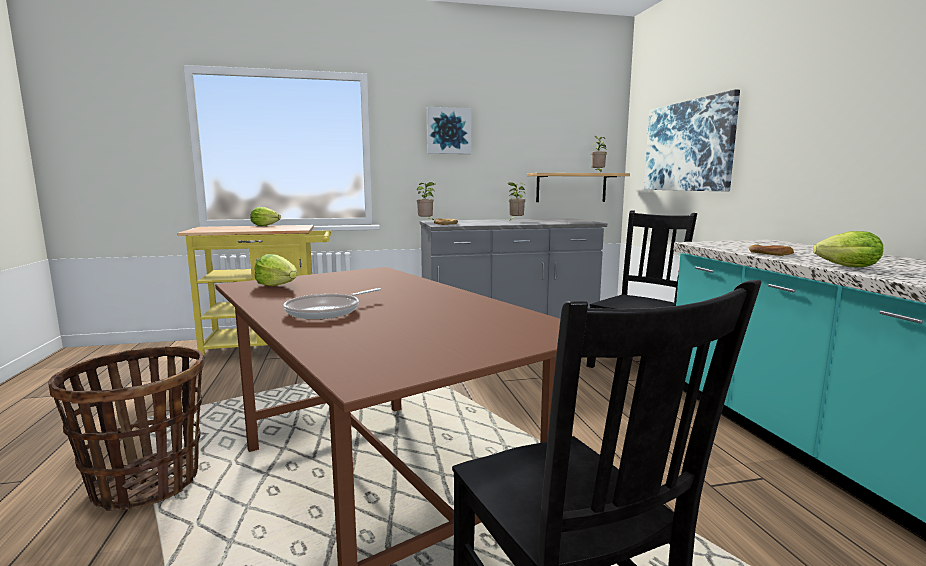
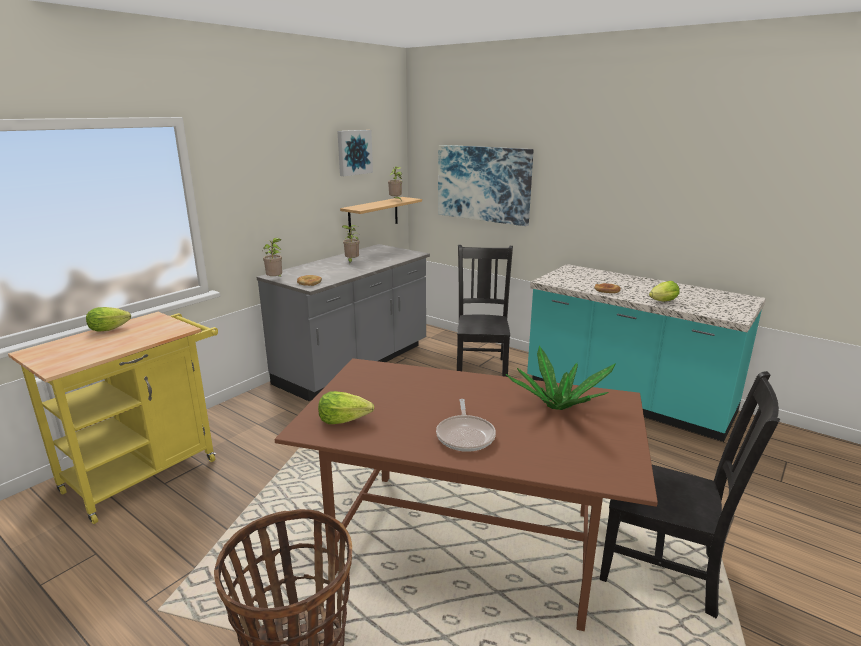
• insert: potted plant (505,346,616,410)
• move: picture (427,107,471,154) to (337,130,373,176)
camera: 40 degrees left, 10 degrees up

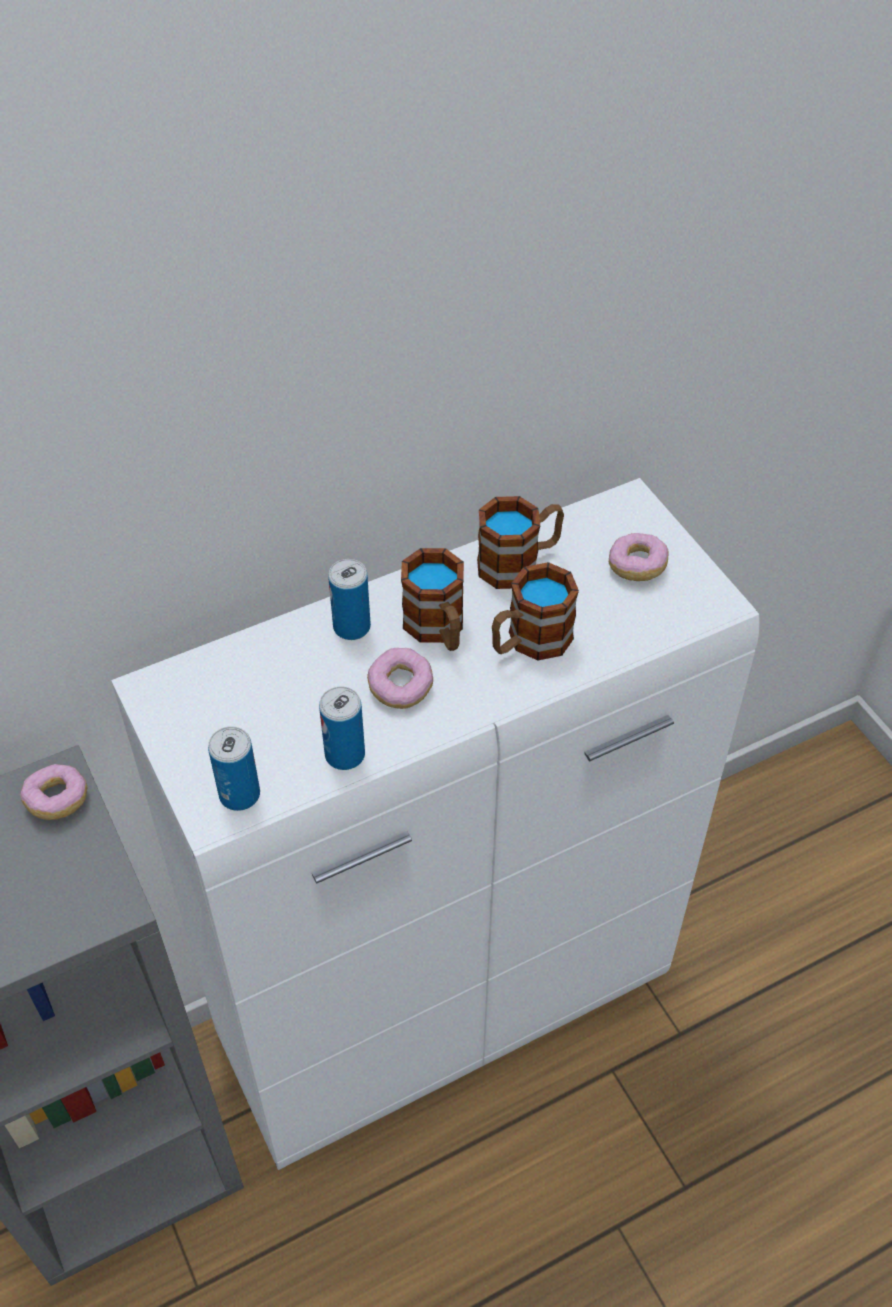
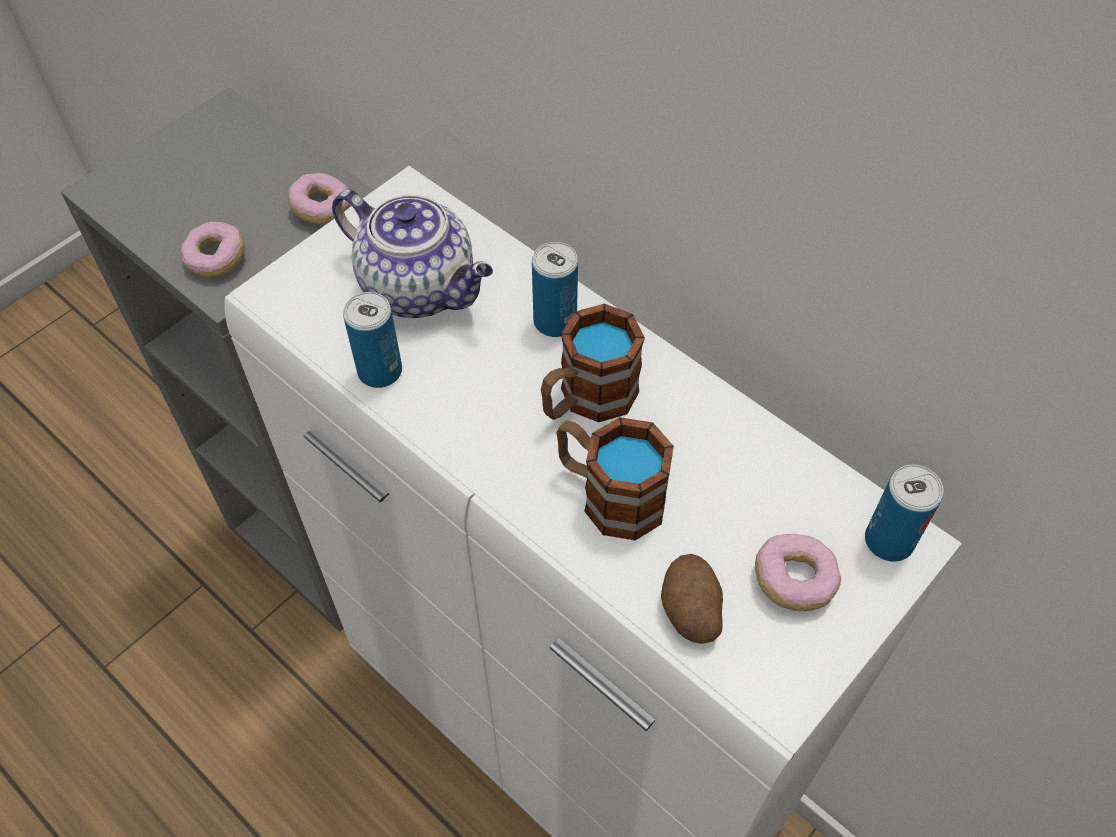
• delete: mug (477,496,564,589)
• insert: teapot (332,189,493,318)
• insert: potato (661,554,723,644)
• move: can (208,726,260,811) to (865,465,943,562)
• move: donut (367,648,433,709) to (181,222,245,277)
camera: 70 degrees right, 5 degrees up

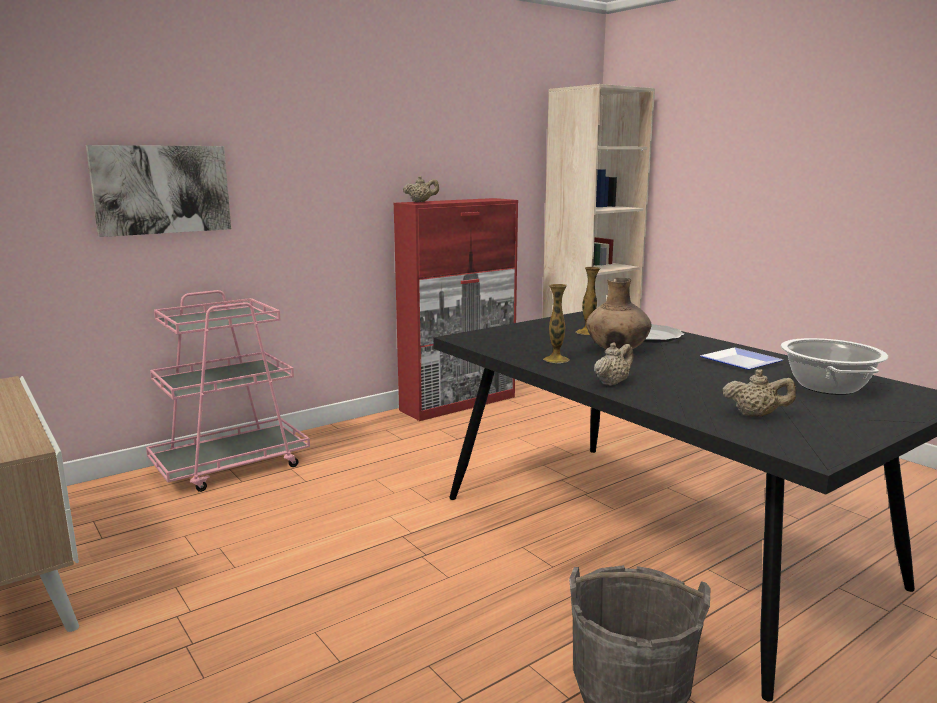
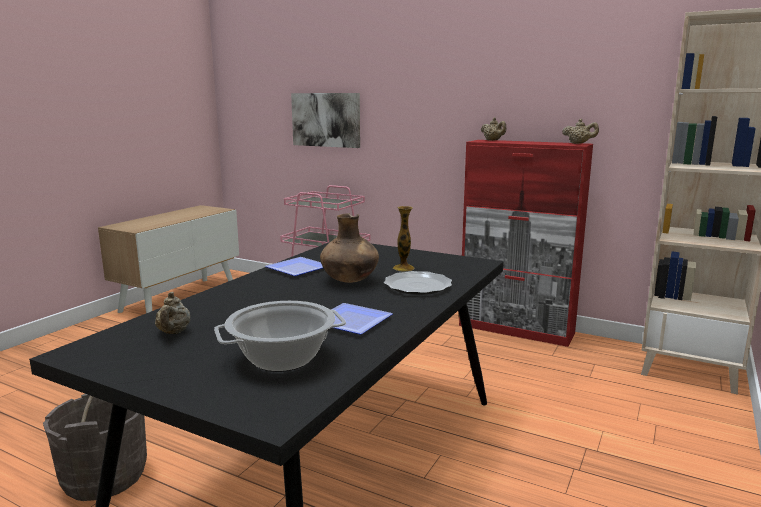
• move: beige teapot (594,342,634,386) to (562,119,599,144)
• replace: vase (543,284,569,363) to plate (265,257,323,276)
camera: 65 degrees right, 0 degrees up

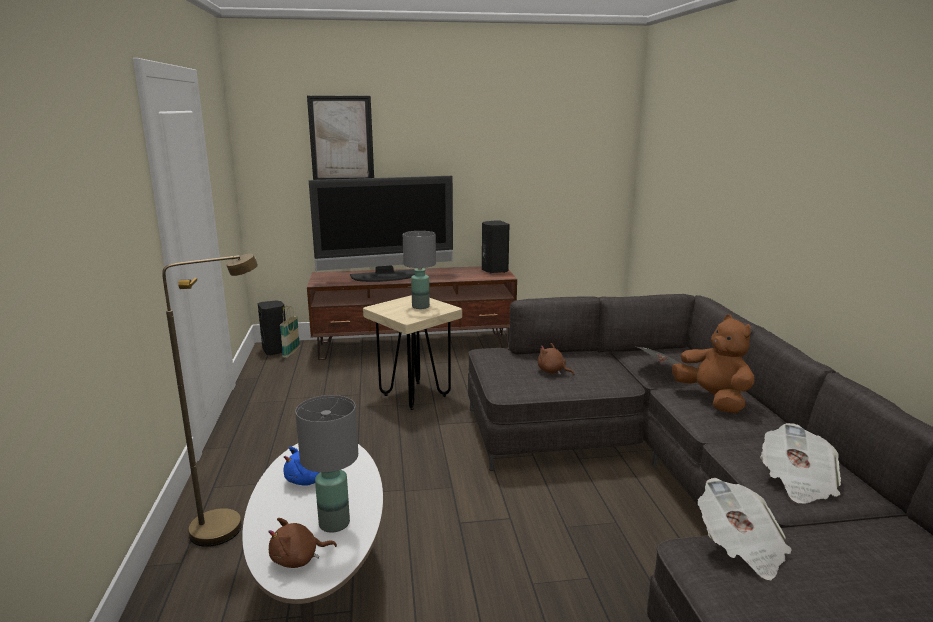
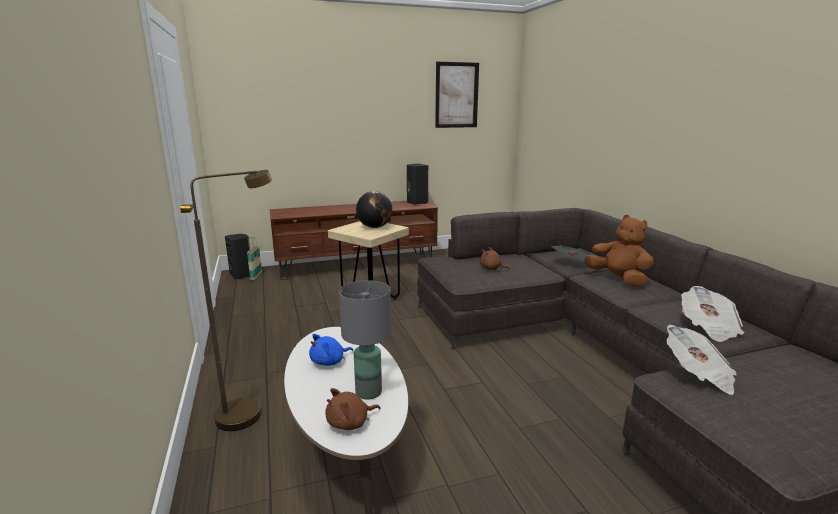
• delete: television (309,176,453,282)
• move: picture (307,96,374,180) to (435,62,479,128)
• replace: grey table lamp (403,231,436,309) to globe (356,191,392,228)
camera: 10 degrees left, 0 degrees up

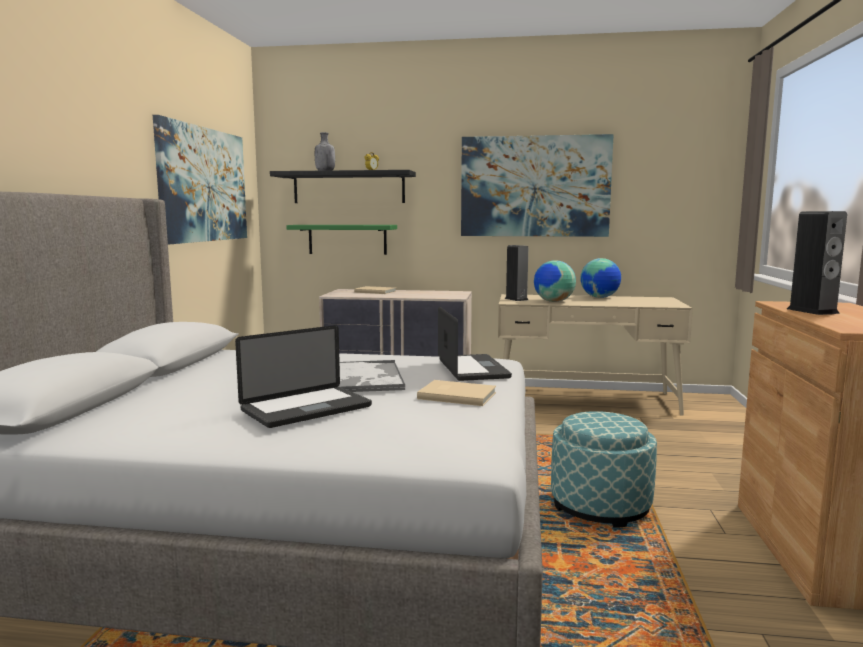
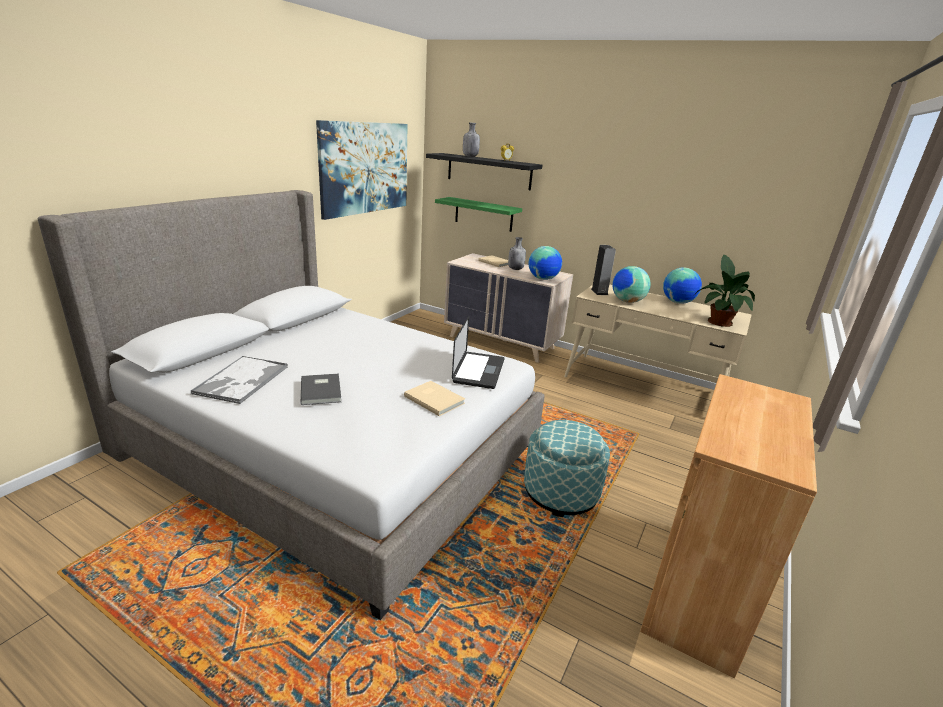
• delete: picture (461,134,614,237)
• delete: speaker (787,211,847,315)
• insert: grey bottle (508,237,526,270)
• insert: globe (528,246,562,280)
• insert: potted plant (693,255,755,327)
• move: tray (338,360,406,392) to (190,356,288,404)
• replace: laptop (235,325,372,428) to grey book (301,374,341,405)
camera: 20 degrees right, 15 degrees up

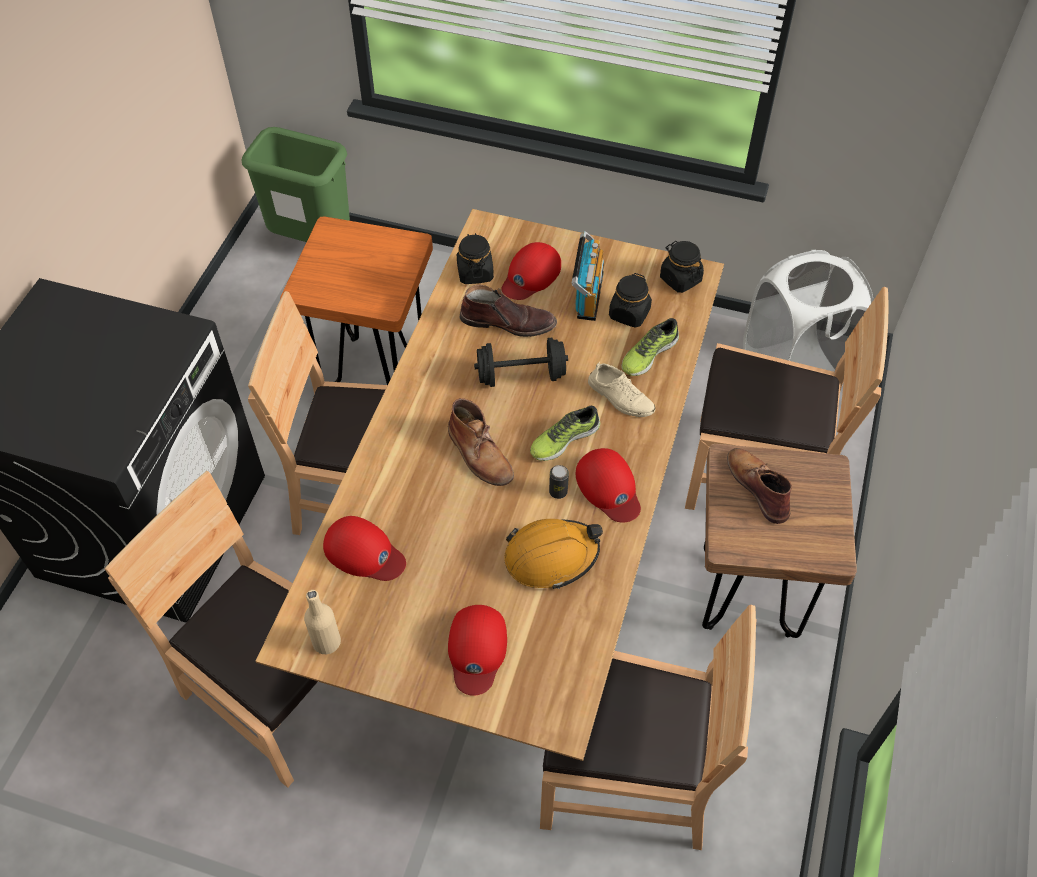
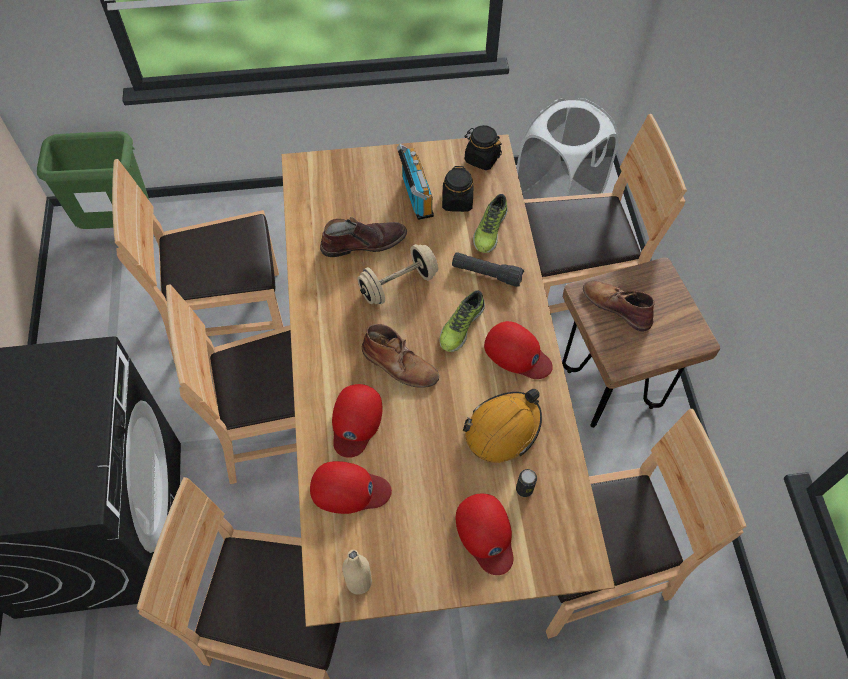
• delete: black jar (457,233,494,284)
• move: red cap (501,242,561,300) to (332,384,383,458)
• move: can (549,465,569,499) to (516,469,537,497)
• replace: orange stool (280,216,433,385) to brown chair (112,159,284,363)
• replace: beige shoe (588,362,655,417) to black flashlight (452,252,524,287)
• recolor: black dumbbell (474,338,568,387) to beige dumbbell (357,244,438,304)
camera: 25 degrees left, 5 degrees up

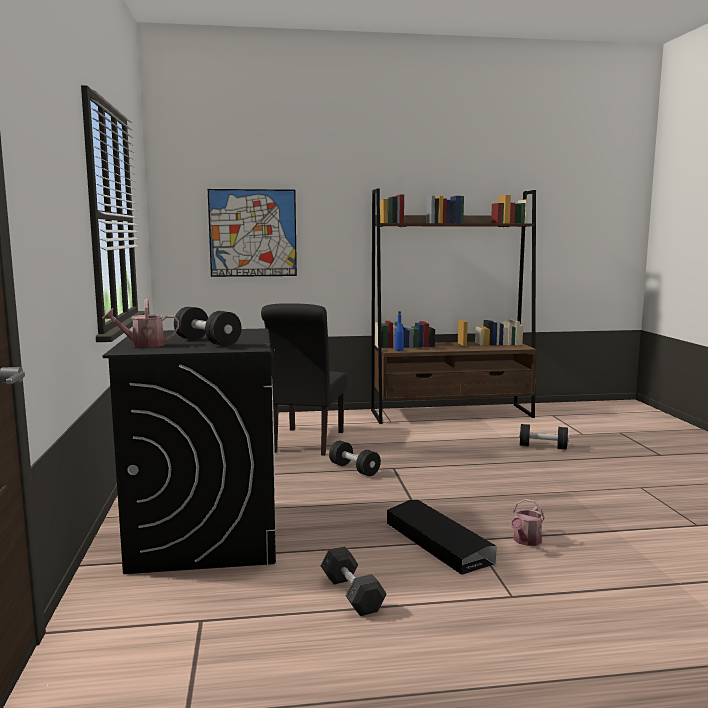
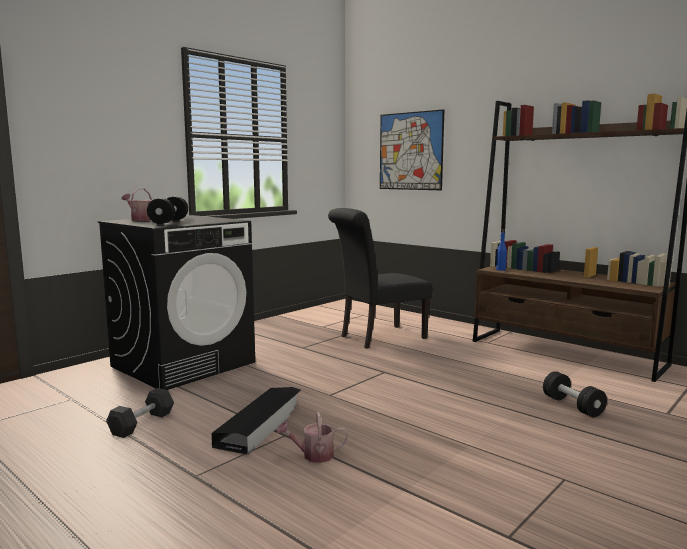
• delete: black dumbbell (329,441,381,476)
camera: 50 degrees right, 0 degrees up

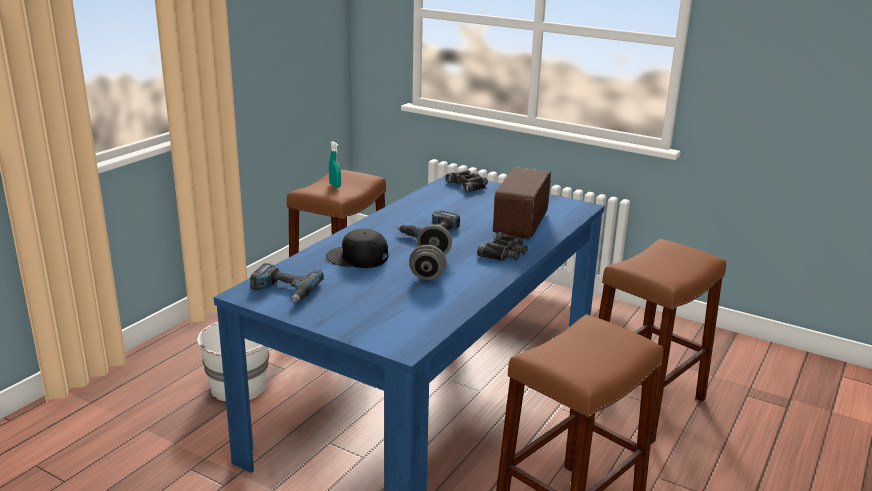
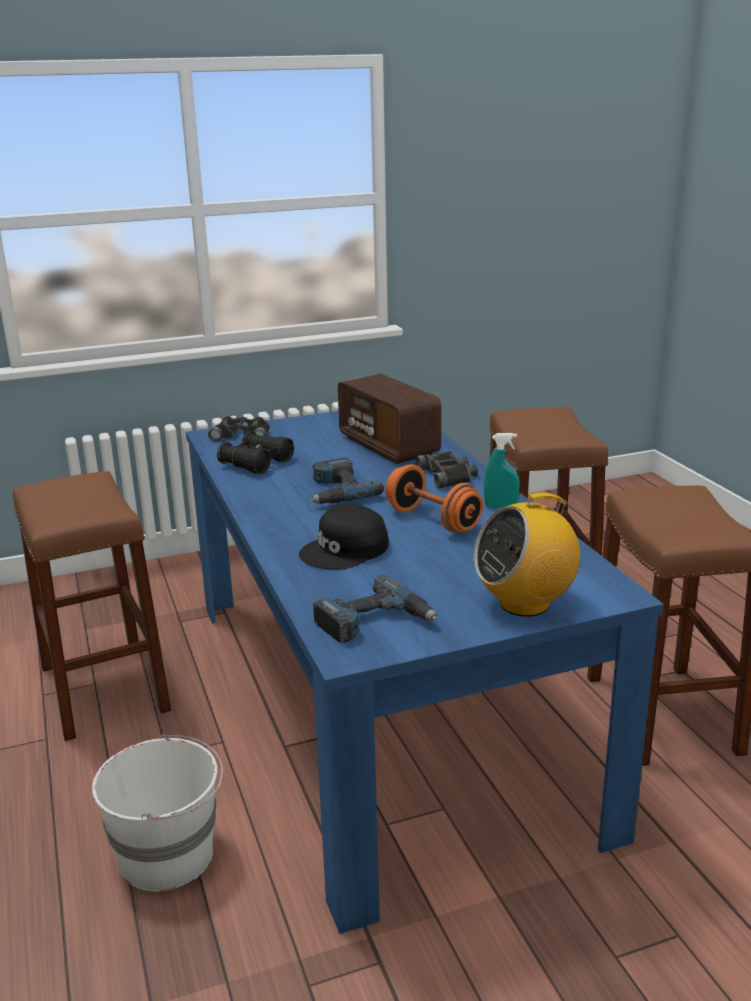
• insert: black binoculars (217,431,294,475)
• insert: radio (474,493,580,617)
• move: turquoise spray bottle (329,141,341,188) to (484,433,520,508)
• recolor: grey dumbbell (409,225,452,280) to orange dumbbell (385,464,483,533)
camera: 50 degrees left, 0 degrees up

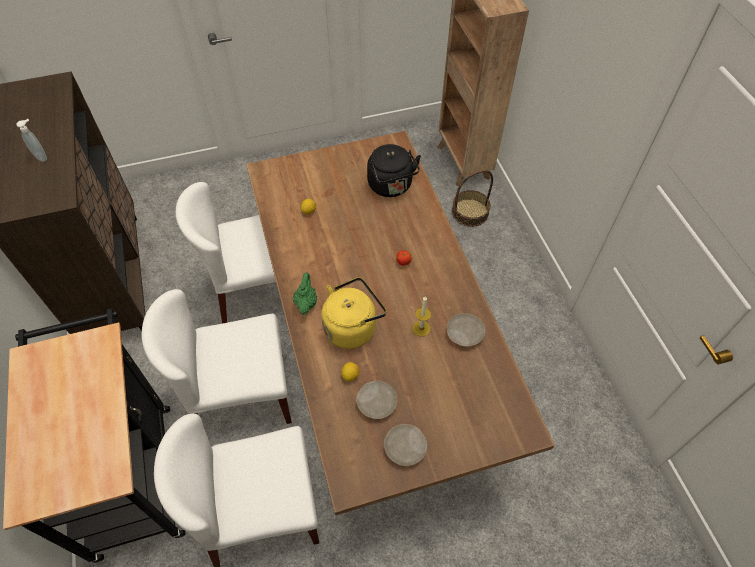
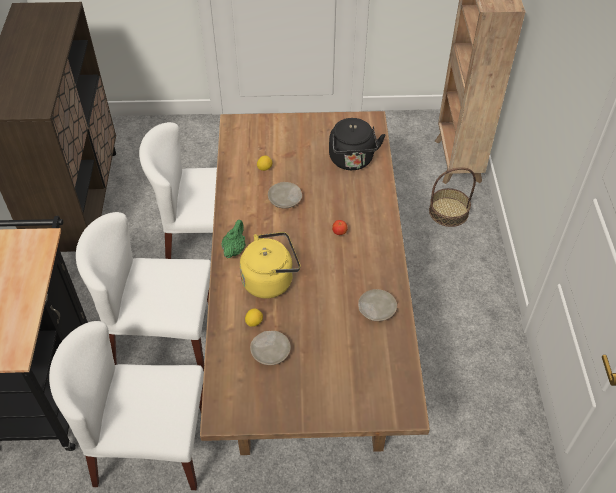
• delete: soap dispenser (16,119,47,162)
• delete: candle (413,296,431,337)
• move: beige plate (384,424,427,466) to (268,182,302,209)
camera: 15 degrees right, 5 degrees down

